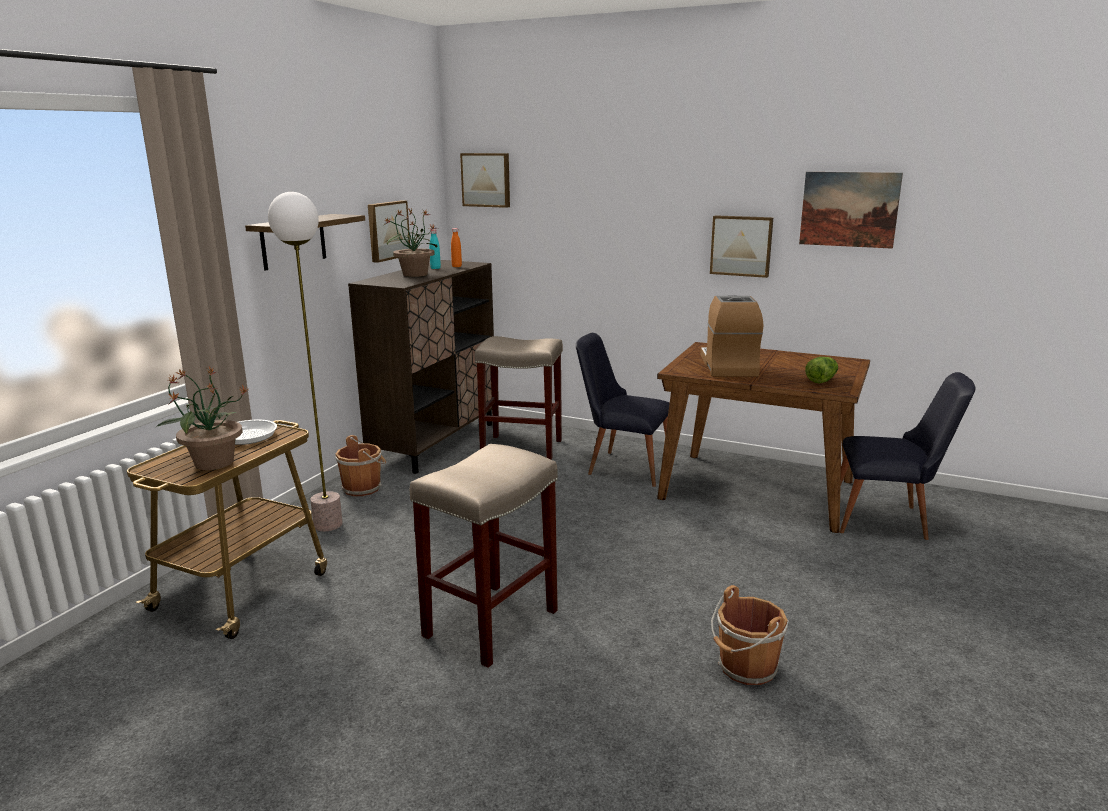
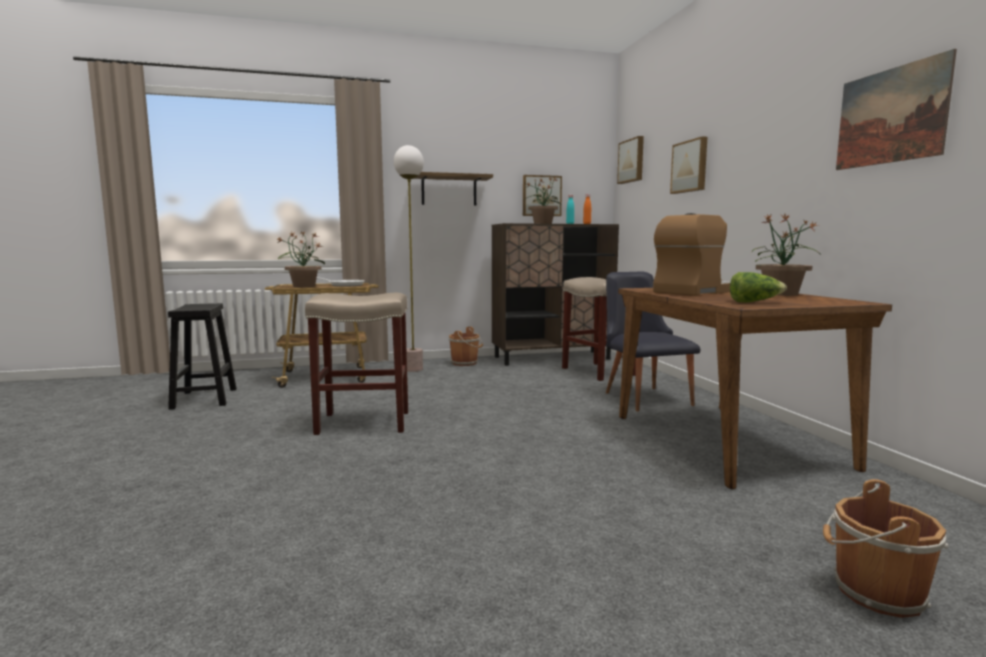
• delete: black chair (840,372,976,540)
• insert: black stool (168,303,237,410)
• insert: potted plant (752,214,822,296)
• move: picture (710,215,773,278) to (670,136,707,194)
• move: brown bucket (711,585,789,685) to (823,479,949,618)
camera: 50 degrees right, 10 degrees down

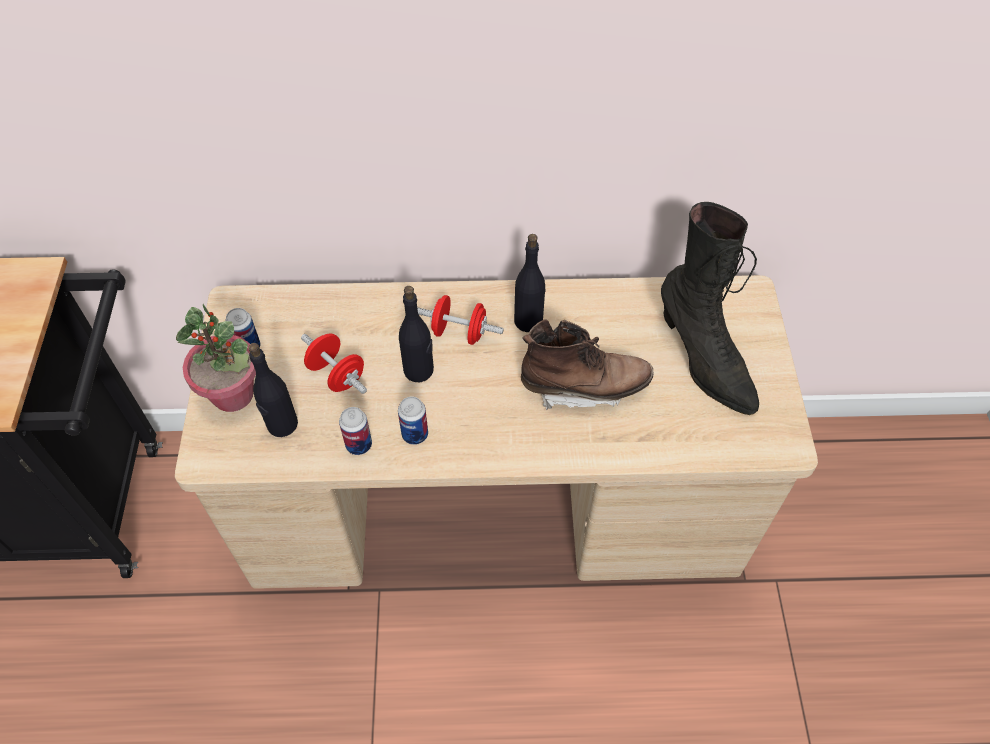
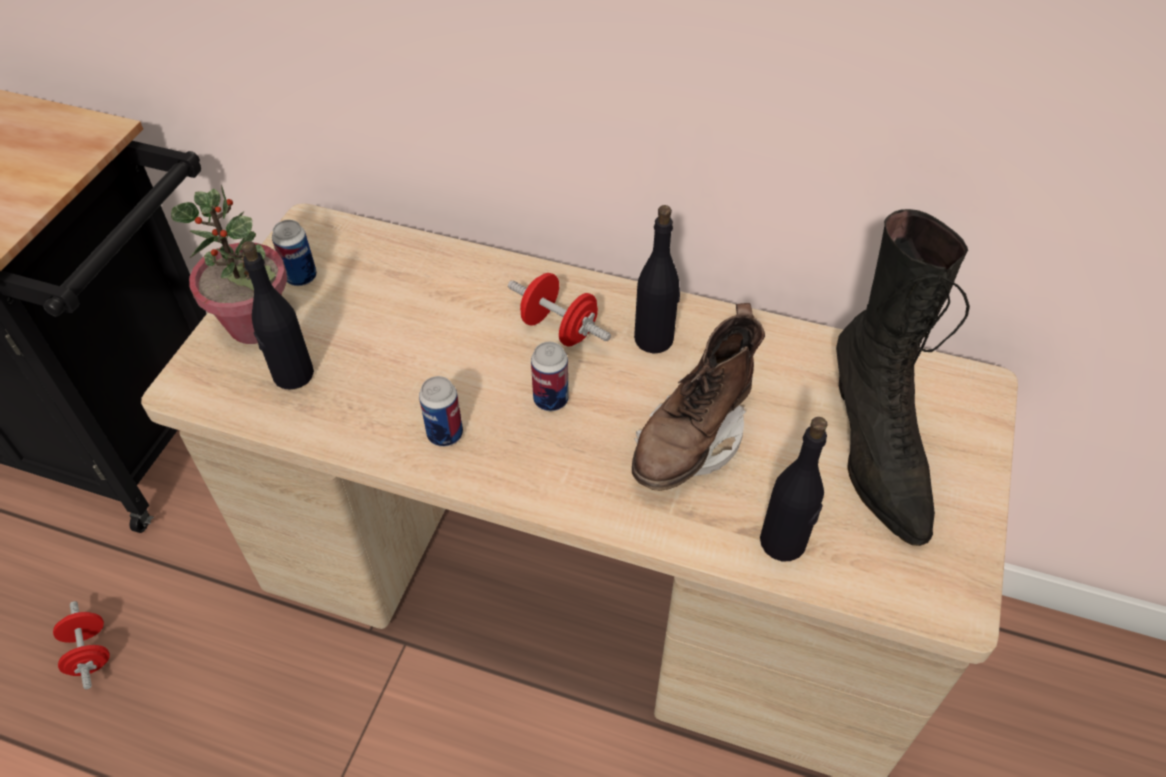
• move: red dumbbell (301,333,367,394) to (53,601,110,689)
• move: can (339,407,372,455) to (531,342,569,411)
• move: black bottle (399,286,434,382) to (760,417,828,561)
• rotate: brown boot (521,319,653,410) = (632,303,765,491) 105 degrees clockwise
camera: 20 degrees right, 5 degrees down

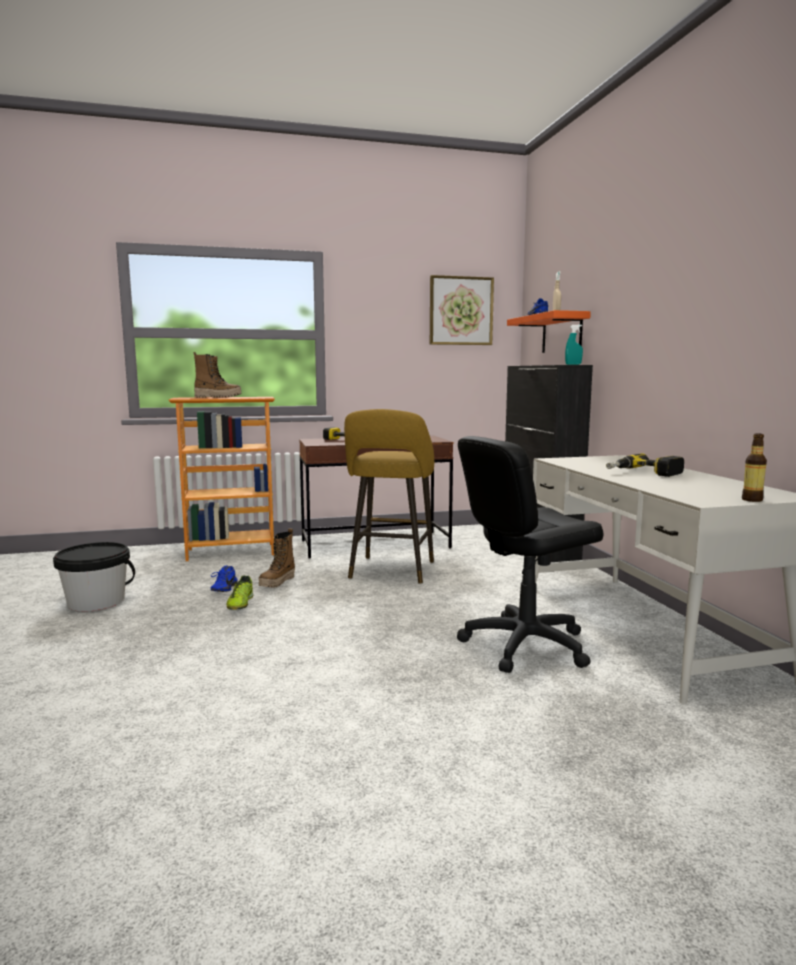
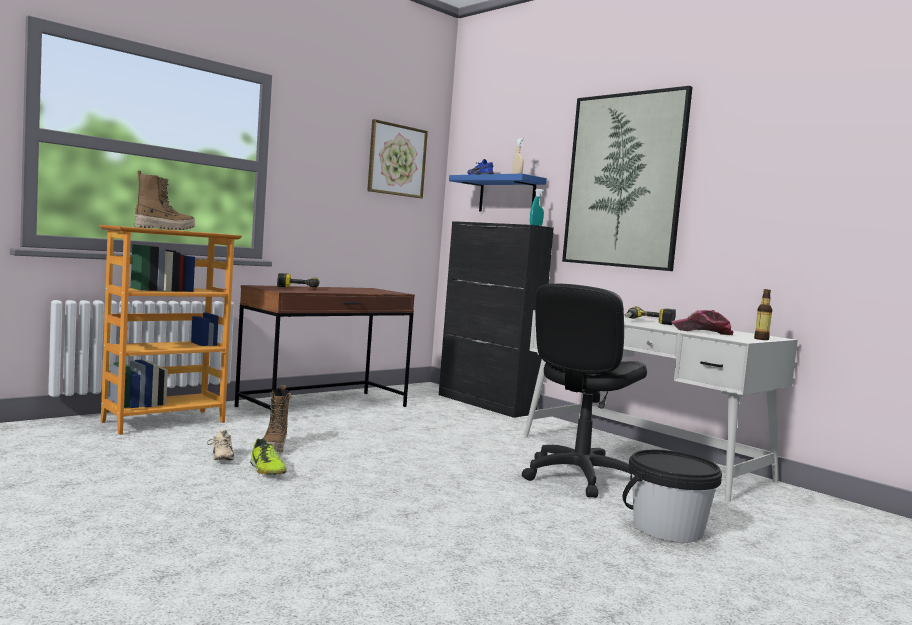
• delete: yellow stool (344,409,434,583)
• insert: picture (562,86,693,271)
• insert: cap (672,310,734,335)
• move: black bucket (53,542,135,612) to (622,450,722,543)
• recolor: blue shoe (211,565,237,592) to beige shoe (207,430,234,460)
• recolor: orange shelf (507,310,591,353) to blue shelf (449,174,547,211)
camera: 30 degrees left, 5 degrees down

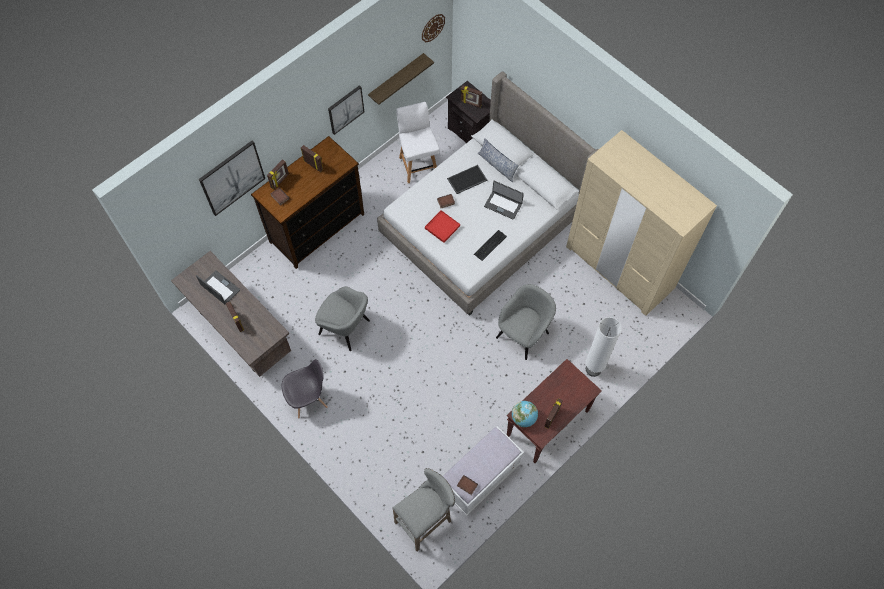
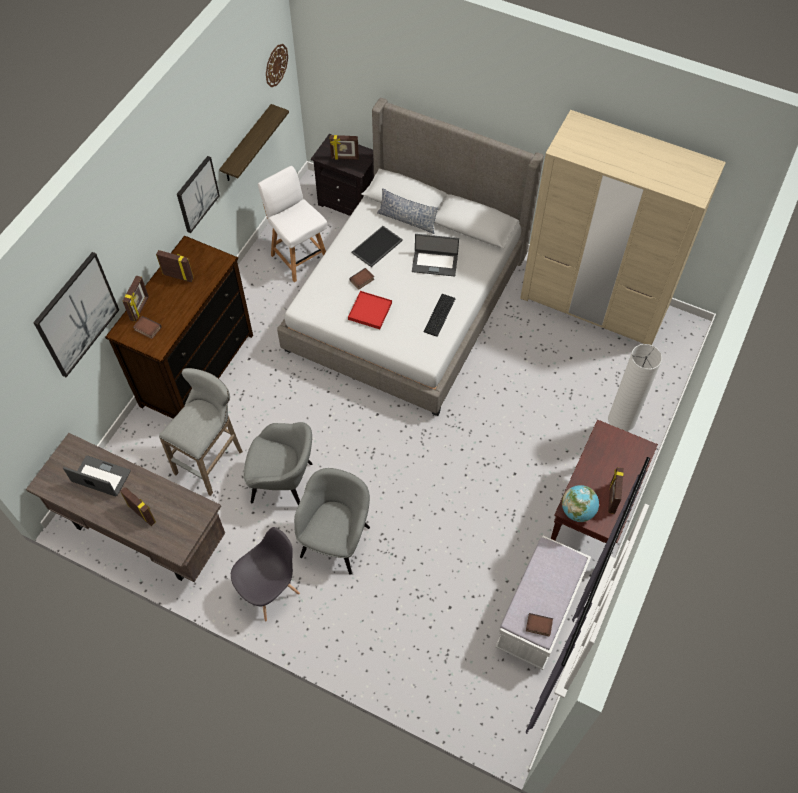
• move: grey stool (393,468,455,551) to (159,368,243,496)
• move: grey armchair (496,284,556,360) to (294,468,370,575)
camera: 20 degrees left, 5 degrees down

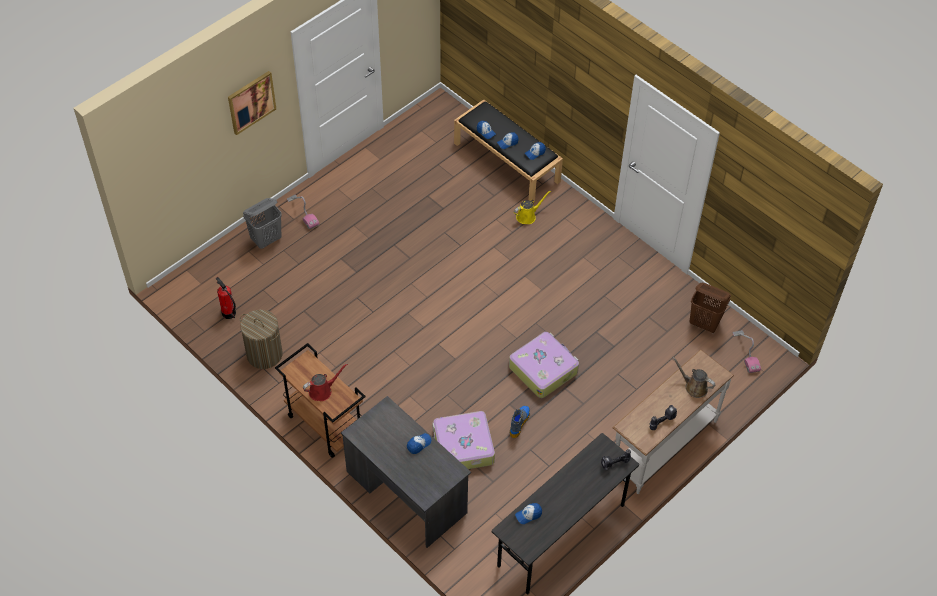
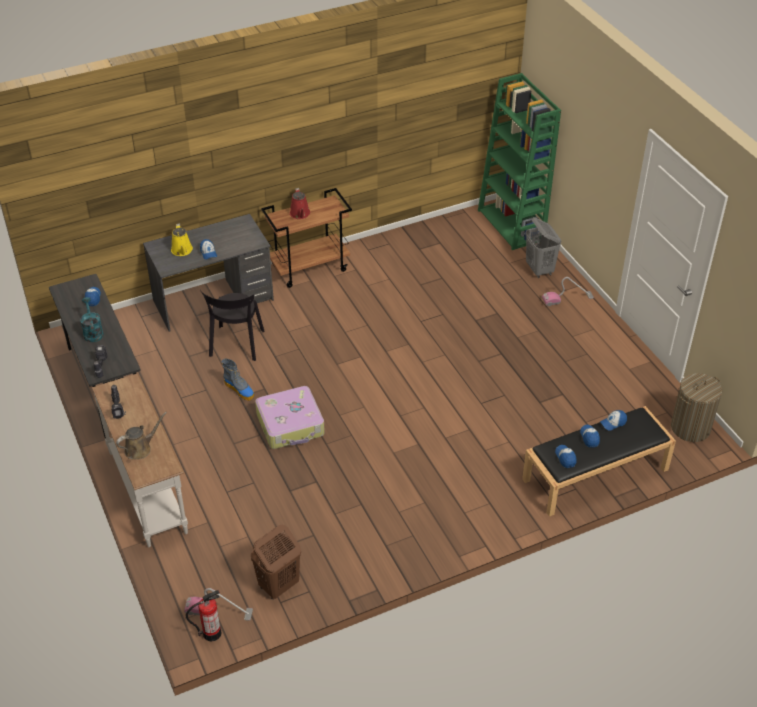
• delete: picture (228,71,276,135)
• insert: turquoise watering can (80,297,104,342)
• insert: green bookcase (478,73,561,250)
• move: fire extinguisher (215,277,236,319) to (186,590,221,641)
• move: laundry basket (240,310,282,369) to (671,373,722,442)
• move: yellow watering can (514,191,551,224) to (171,223,193,256)
• replace: suitcase (433,411,495,469) to black chair (200,290,264,361)
camera: 110 degrees right, 10 degrees down

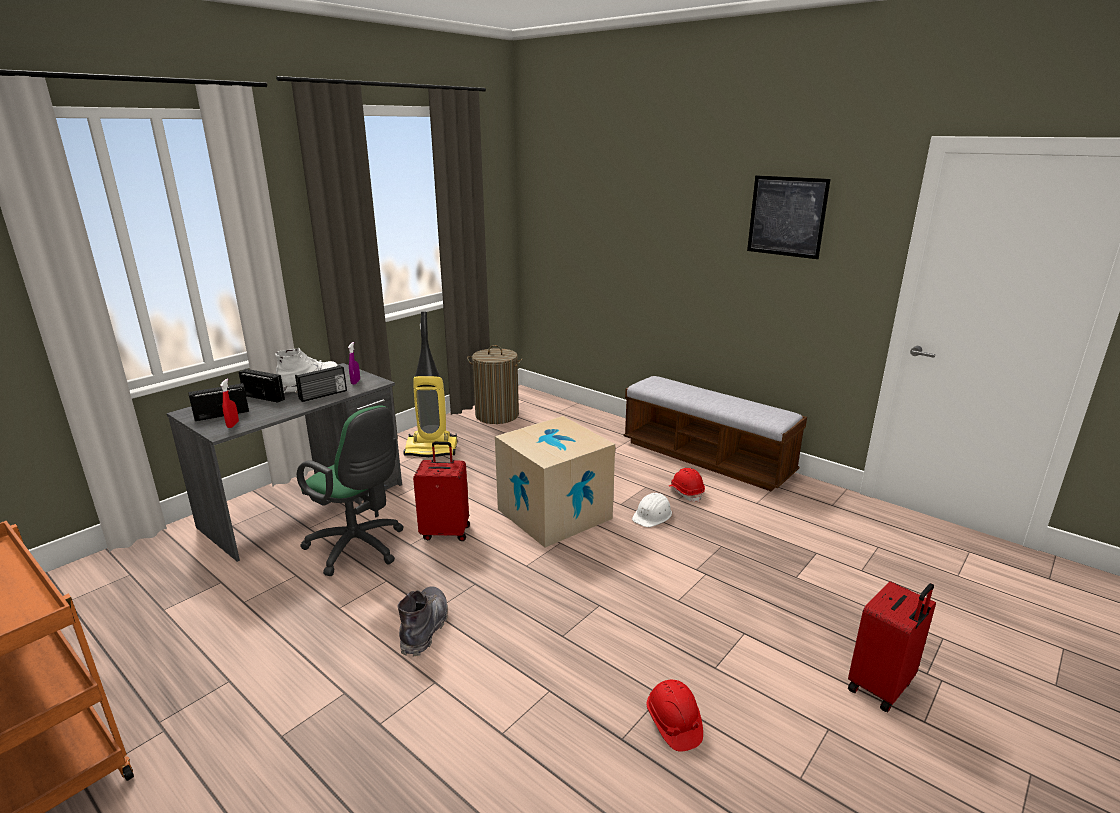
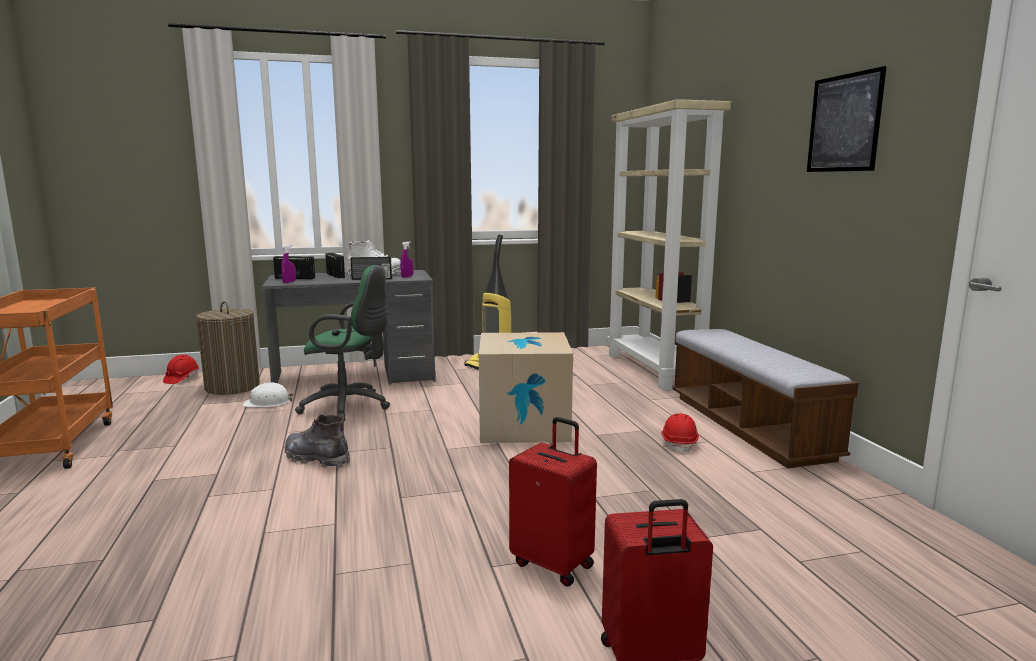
• insert: beige bookcase (607,99,731,391)
• move: red suitcase (413,442,470,541) to (509,417,597,587)
• move: laundry basket (467,345,523,424) to (196,301,260,395)
• move: white hard hat (632,493,672,527) to (243,382,293,408)
• move: red hard hat (647,679,703,752) to (163,355,199,384)
• recolor: red spray bottle (220,379,239,428) to purple spray bottle (281,245,296,283)
• rotate: green office chair (297,406,404,576) = (295,265,390,421) 60 degrees counterclockwise
• rotate: grey boot (398,586,448,656) = (284,414,350,468) 105 degrees counterclockwise
camera: 35 degrees right, 10 degrees down

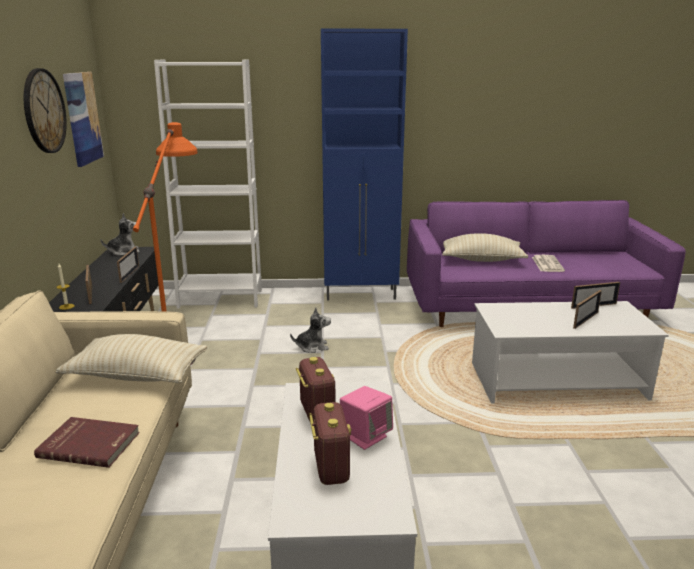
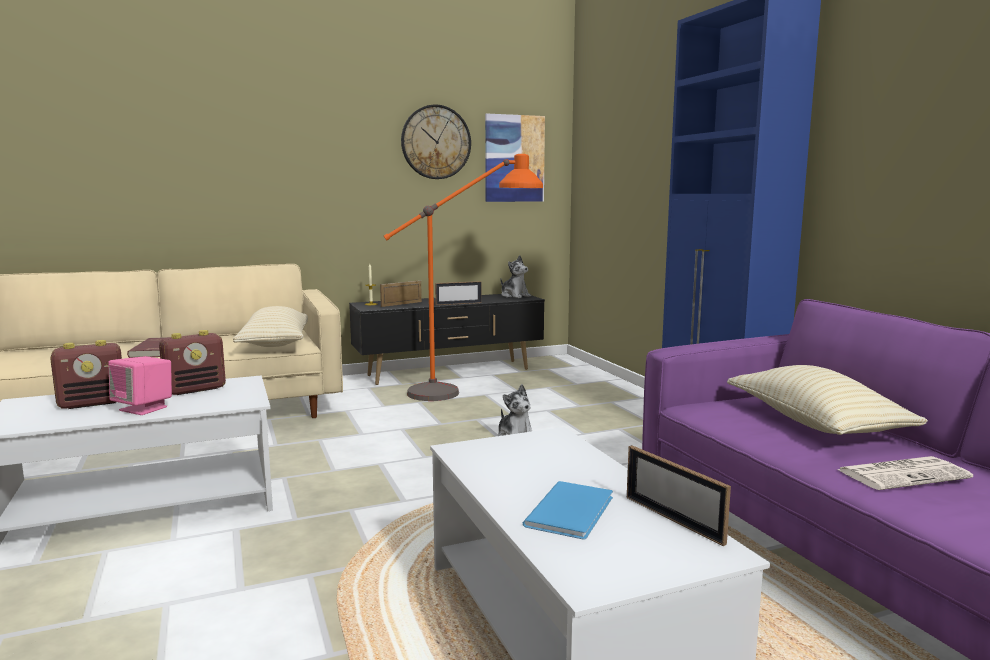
• delete: white bookcase (154,59,262,309)
• replace: picture frame (573,290,602,329) to blue book (523,481,613,540)
camera: 70 degrees right, 10 degrees down

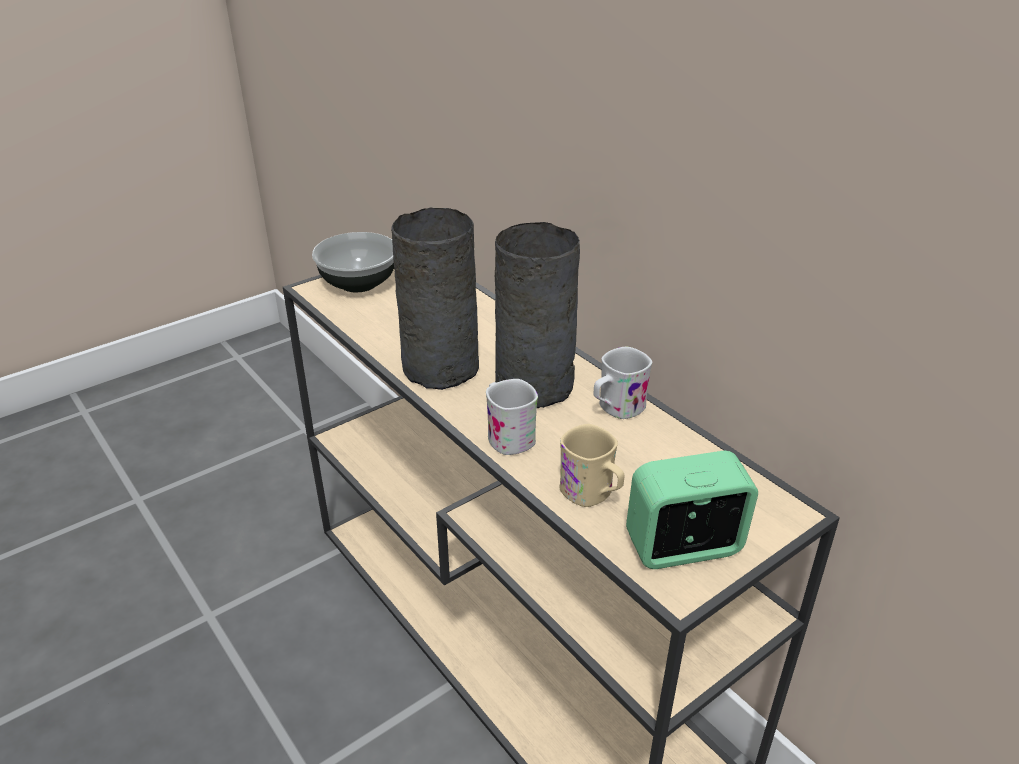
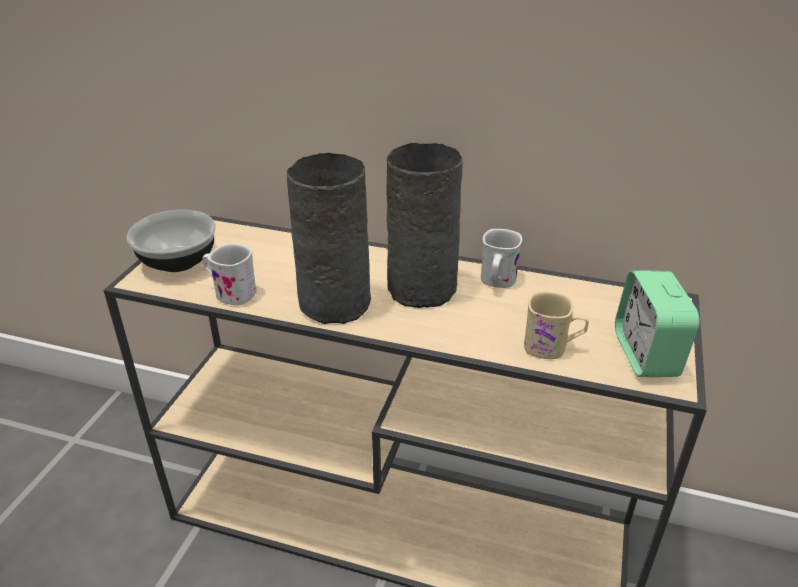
• move: white mug (486,379,538,455) to (203,243,257,305)
• rotate: alarm clock (626,451,758,569) = (615,270,700,377) 45 degrees counterclockwise
camera: 35 degrees left, 0 degrees up

